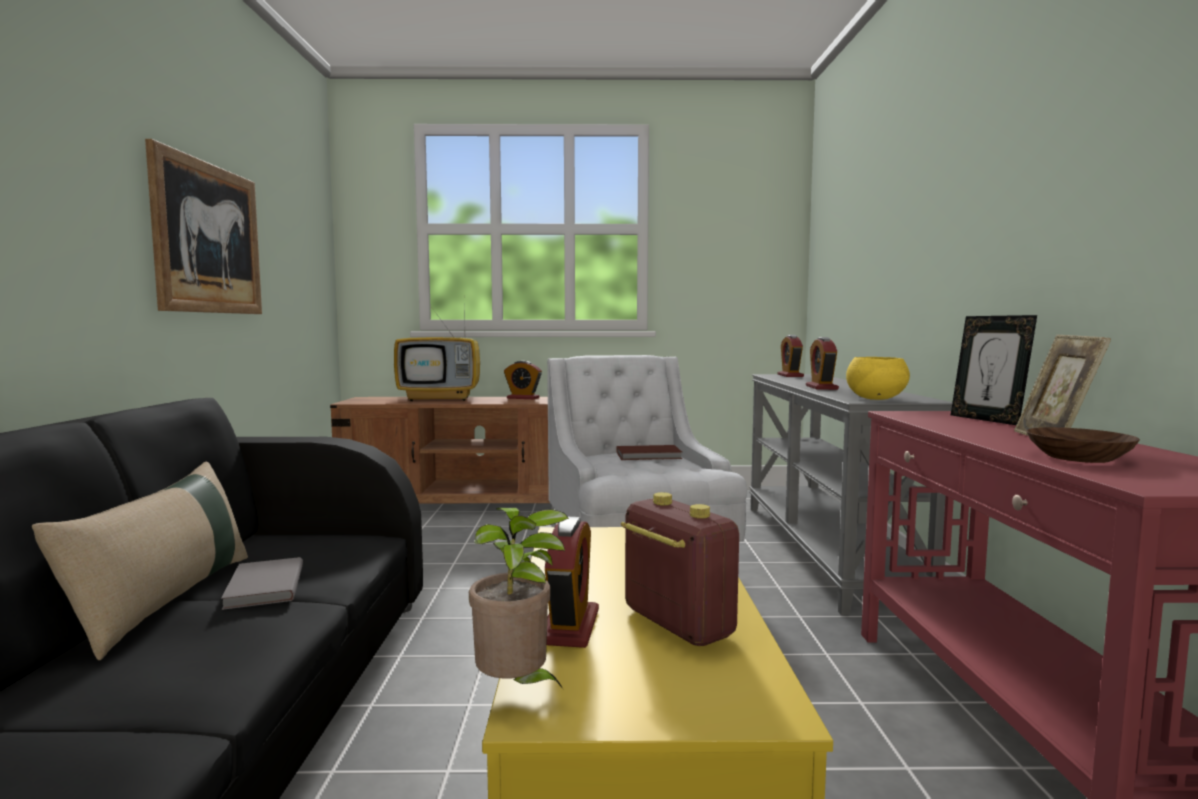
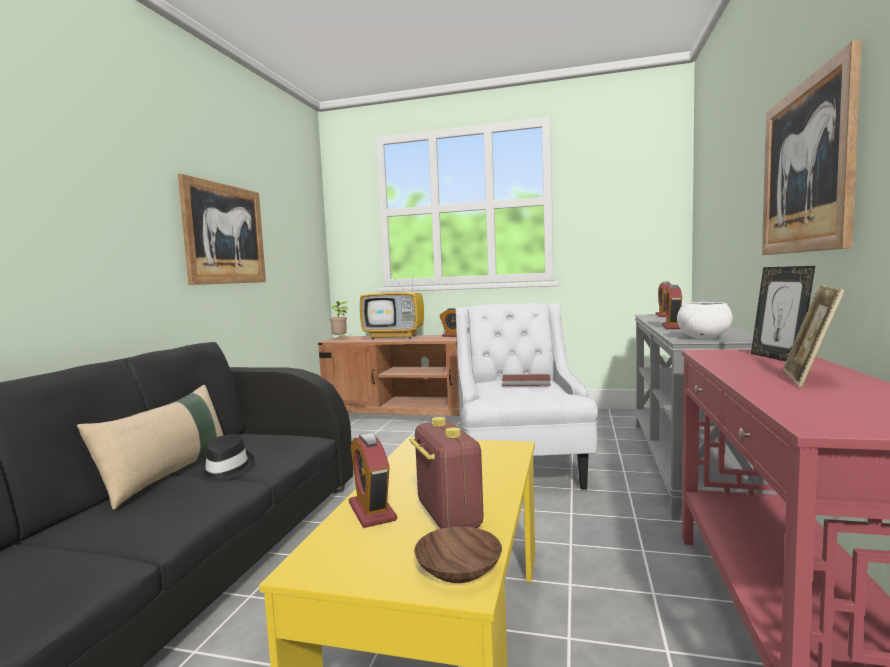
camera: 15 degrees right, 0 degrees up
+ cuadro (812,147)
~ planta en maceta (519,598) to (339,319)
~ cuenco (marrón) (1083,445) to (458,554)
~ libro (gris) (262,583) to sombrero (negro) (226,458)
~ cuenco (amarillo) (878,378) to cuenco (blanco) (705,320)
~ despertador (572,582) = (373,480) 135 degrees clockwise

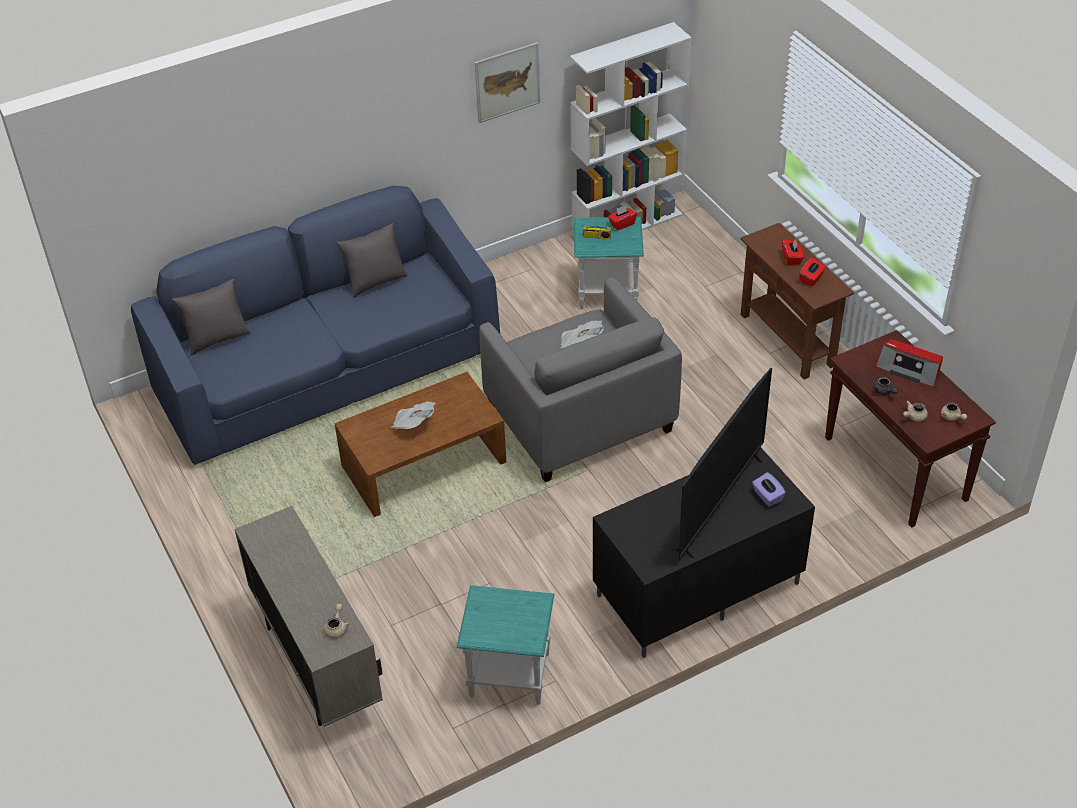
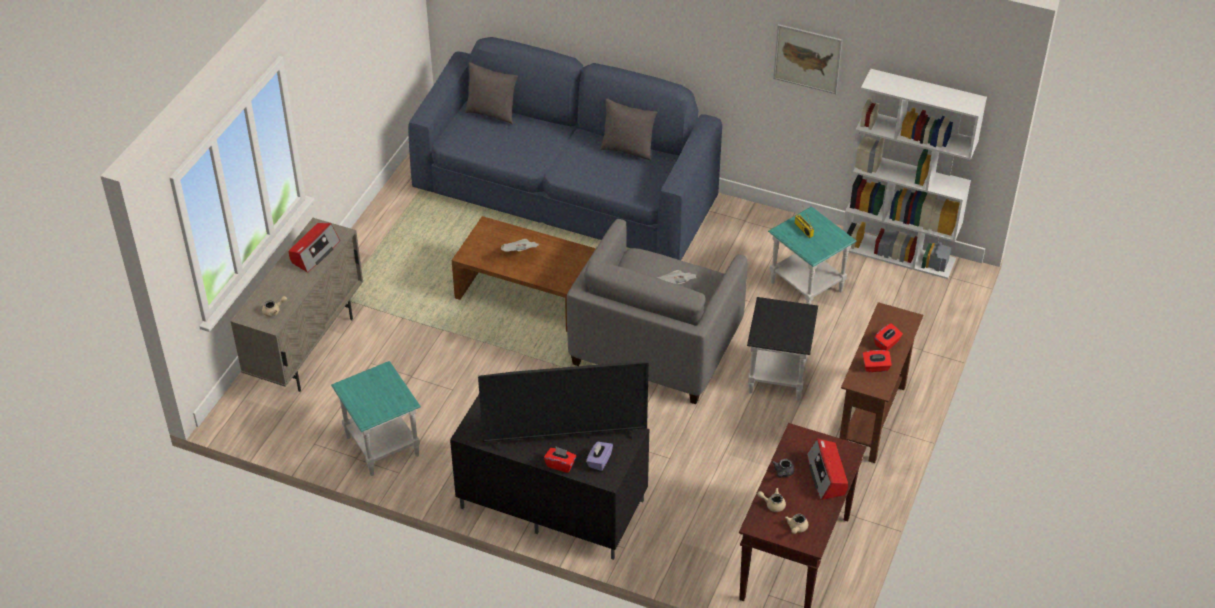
camera: 50 degrees right, 0 degrees up
+ radio (314,248)
+ mesa auxiliar (negro) (782,349)
~ caja de pañuelos (rojo) (622,218) to (560,460)

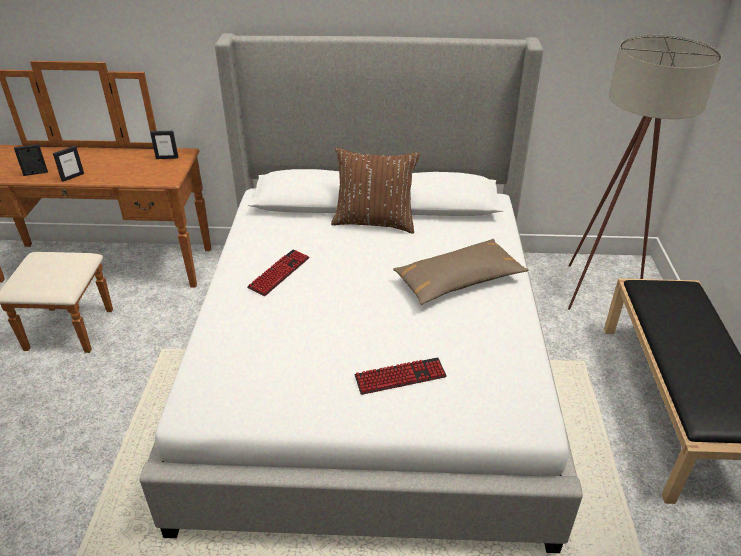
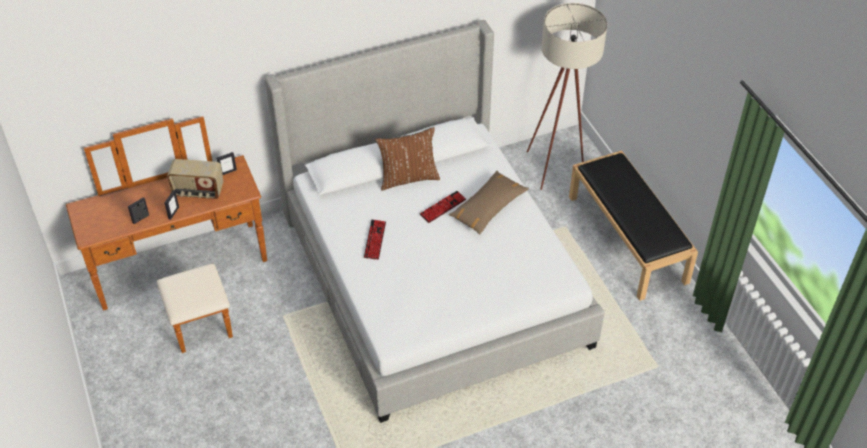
camera: 25 degrees left, 10 degrees up
+ radio (195,179)
~ teclado (400,376) to (443,207)

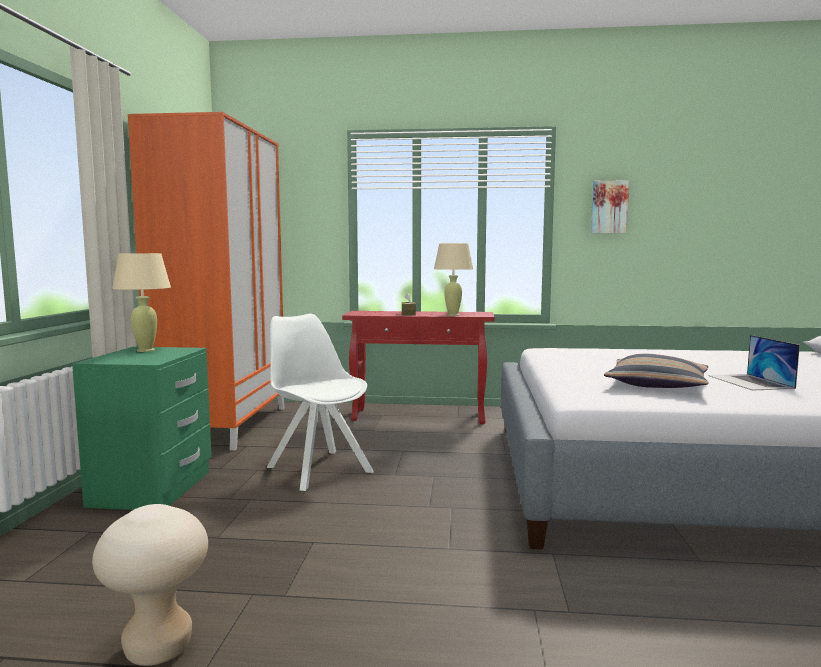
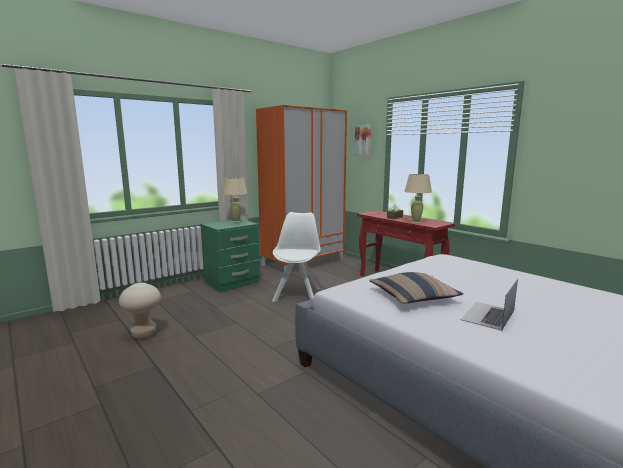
camera: 45 degrees right, 5 degrees up
~ cuadro (610,206) to (362,140)

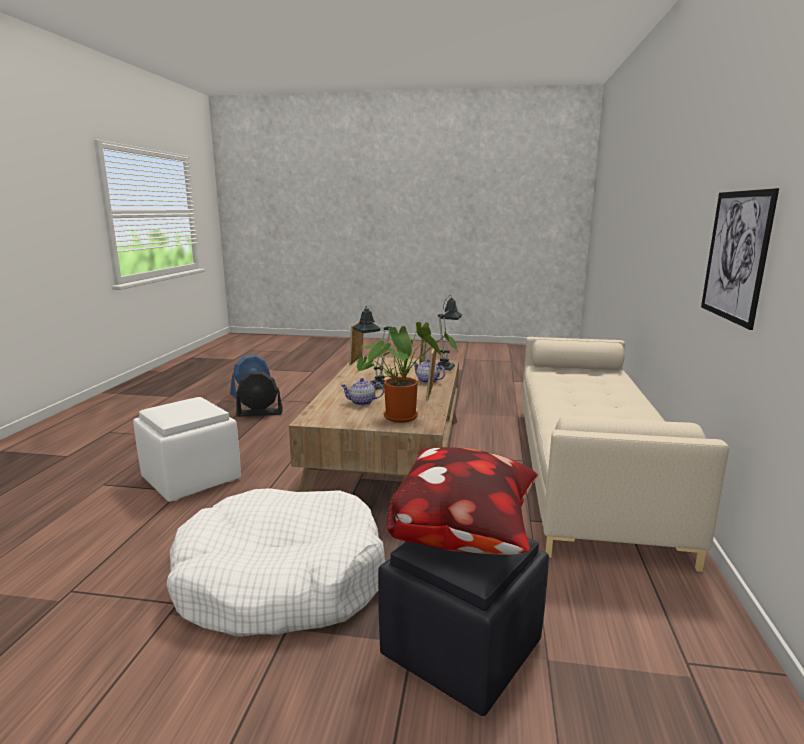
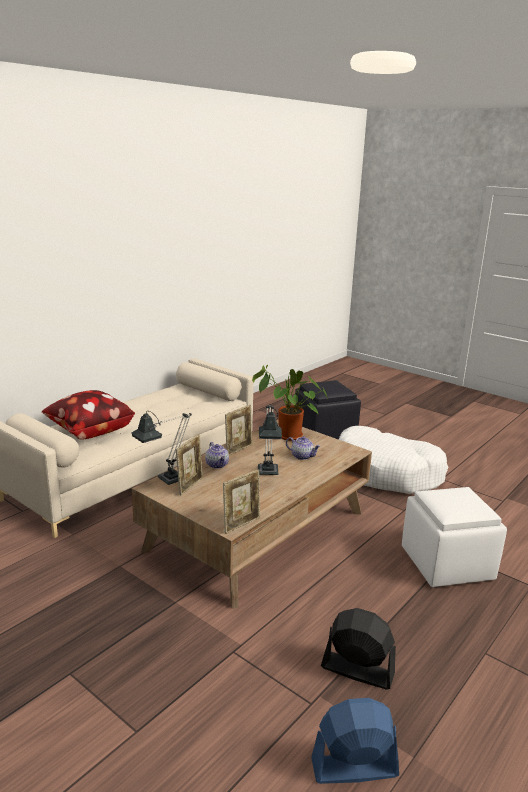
camera: 150 degrees left, 5 degrees up
- cuadro (740,259)
~ cojín (462,501) to (88,414)

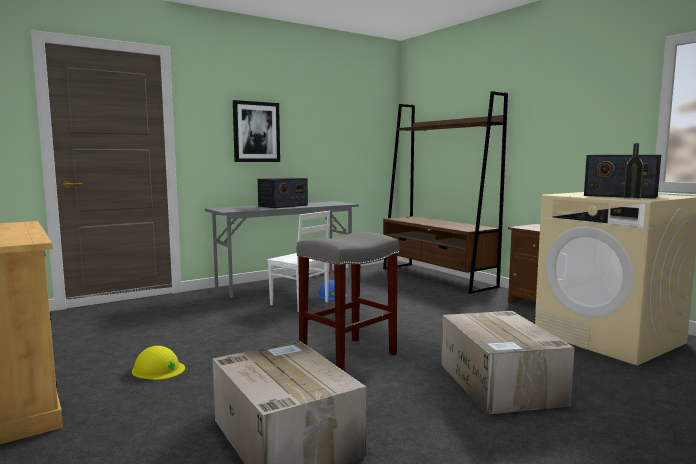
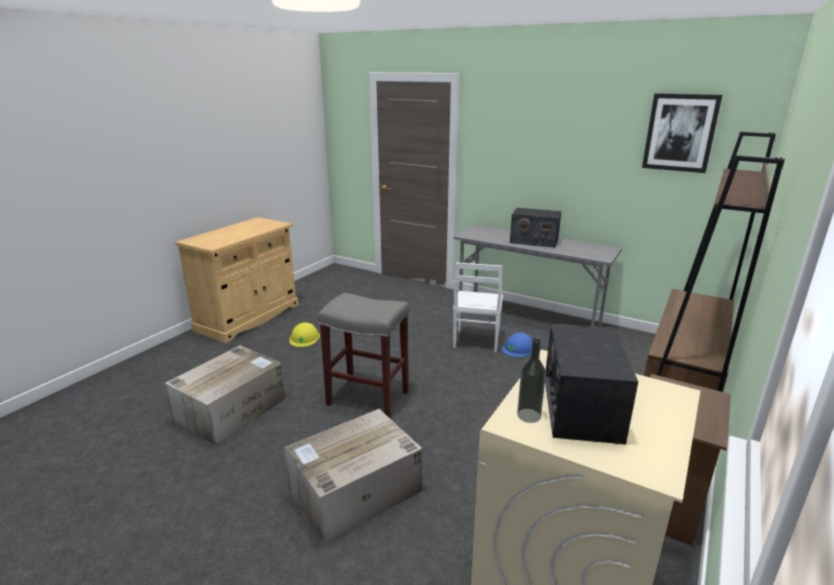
camera: 65 degrees right, 15 degrees up
~ cuadro (256,131) to (682,133)

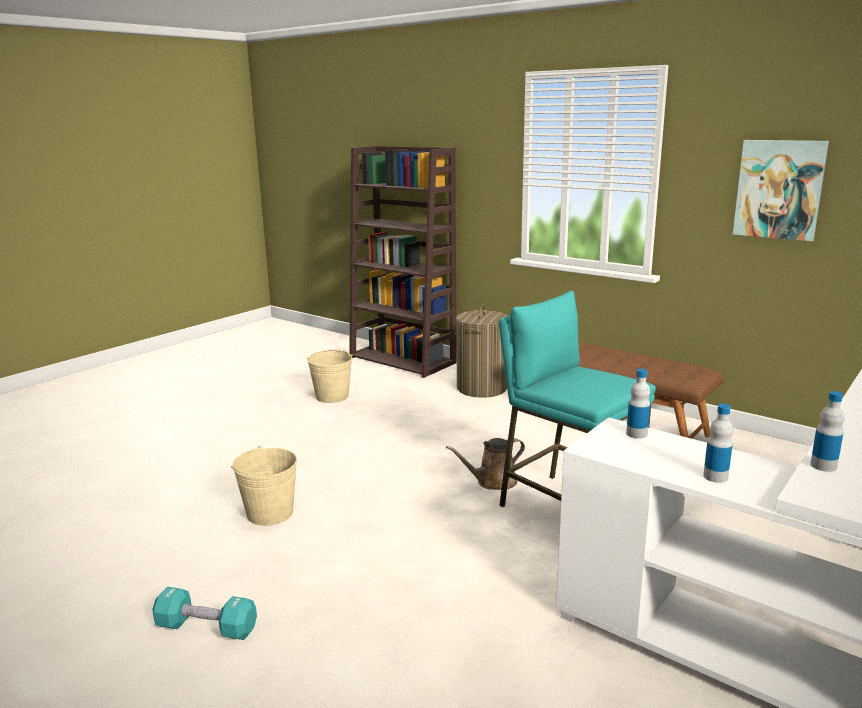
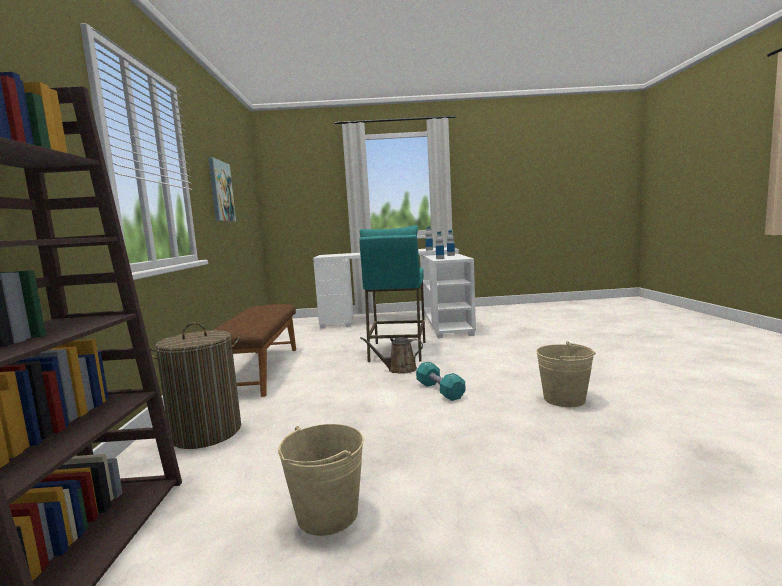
camera: 130 degrees left, 10 degrees down
~ mancuerna (turquesa) (204,613) to (441,381)
~ regadera (marrón) (485,464) = (391,355) 150 degrees clockwise

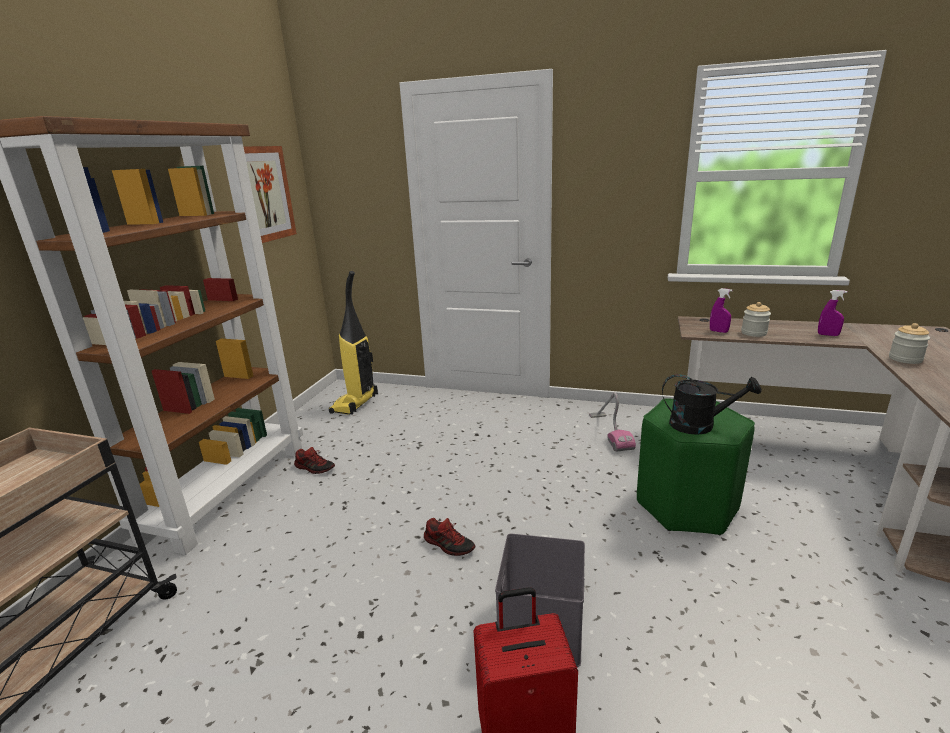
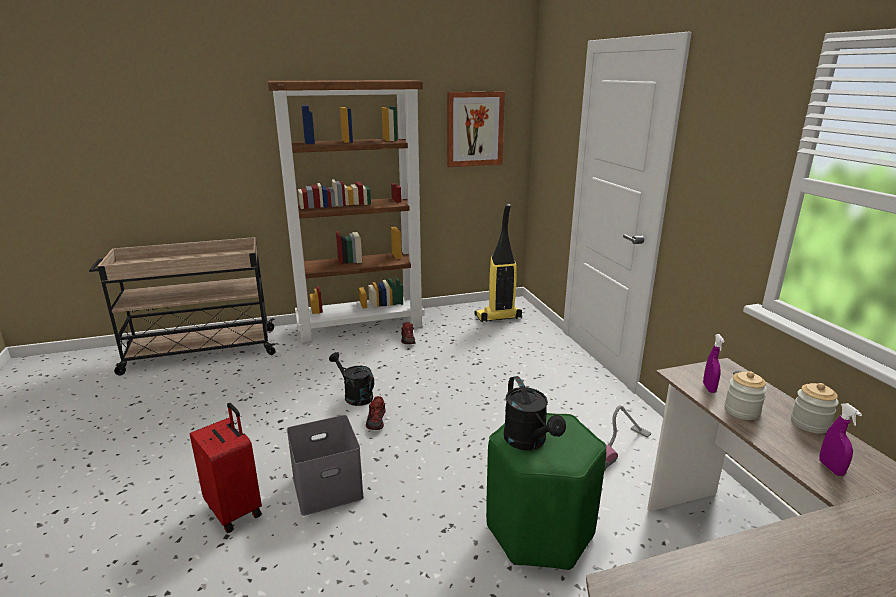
camera: 55 degrees right, 0 degrees up
+ regadera (negro) (351,379)
~ tarro (909,343) to (815,408)

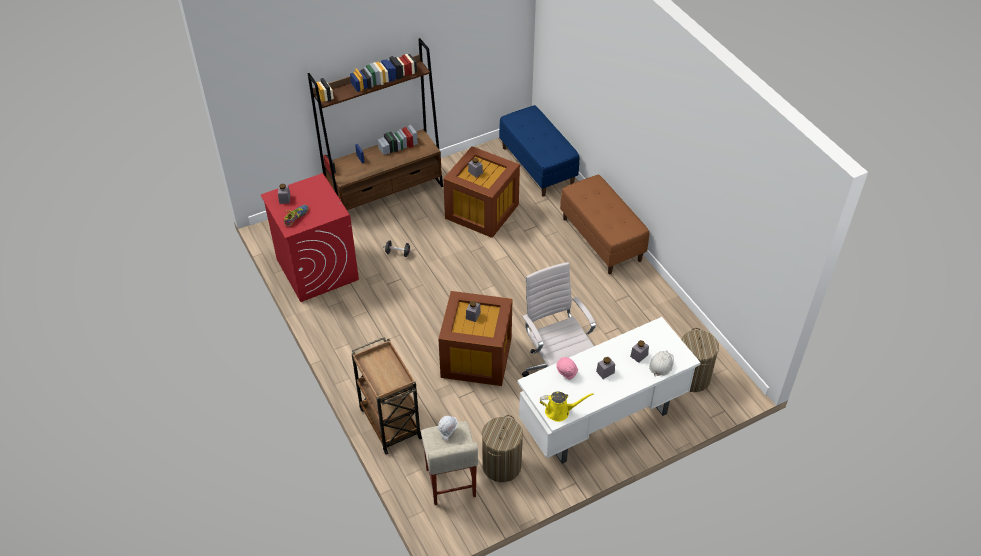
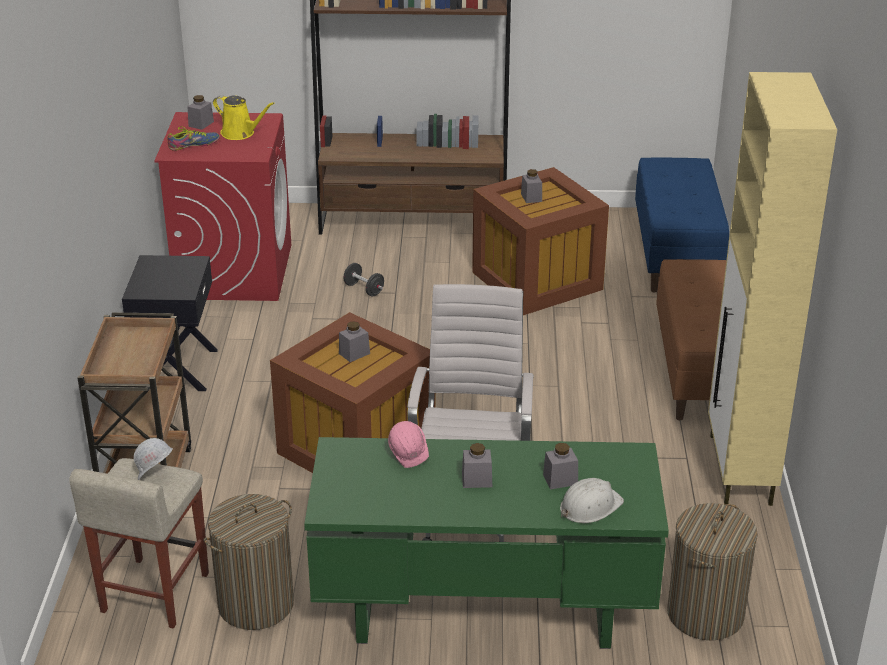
camera: 30 degrees right, 15 degrees down
+ mesita de noche (negro) (170,323)
+ armario (beis) (772,289)
~ regadera (amarillo) (567,406) to (244,117)
~ escritorio (blanco) (609,390) to escritorio (verde) (486,543)

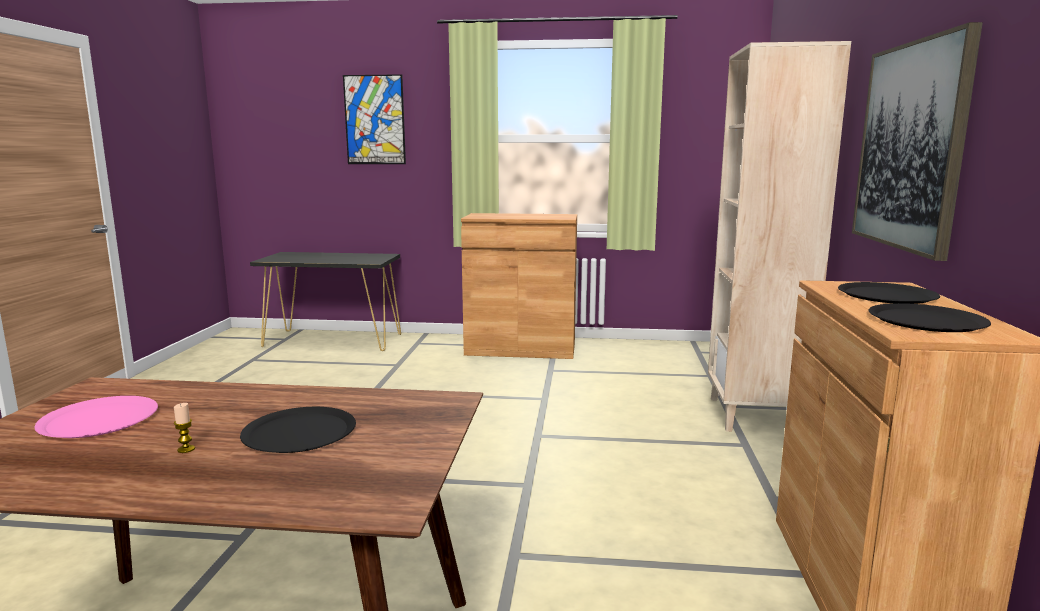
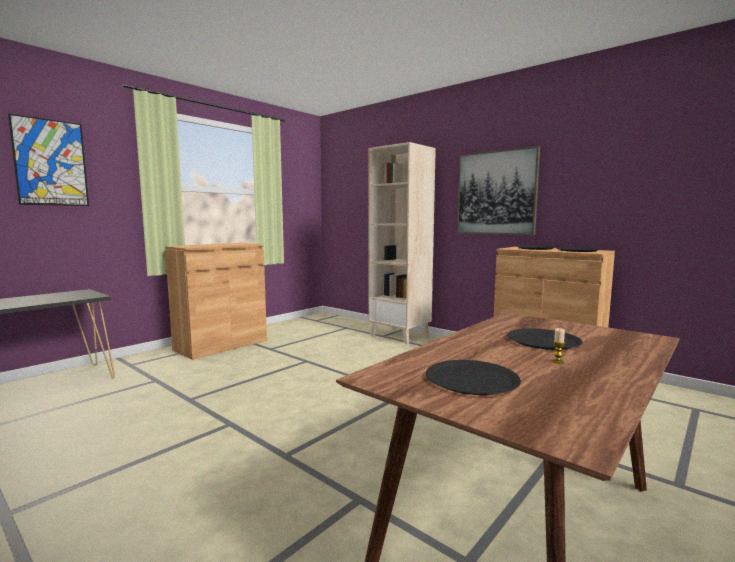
camera: 55 degrees left, 5 degrees down
~ plato (rosa) (96,417) to plato (negro) (473,377)

